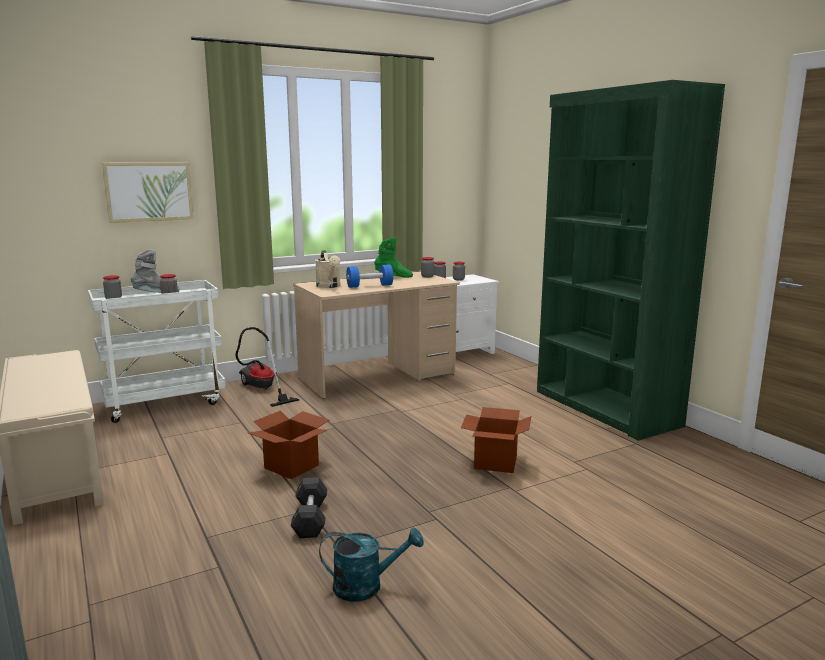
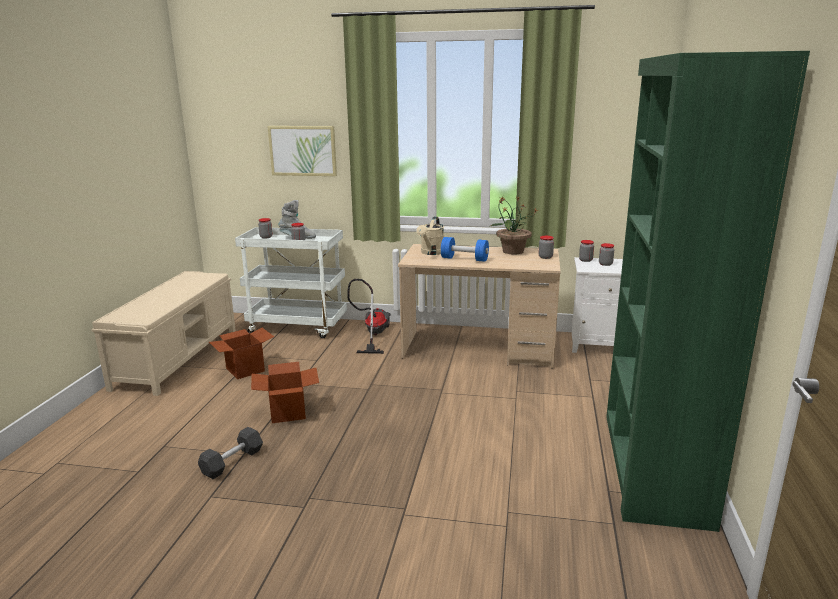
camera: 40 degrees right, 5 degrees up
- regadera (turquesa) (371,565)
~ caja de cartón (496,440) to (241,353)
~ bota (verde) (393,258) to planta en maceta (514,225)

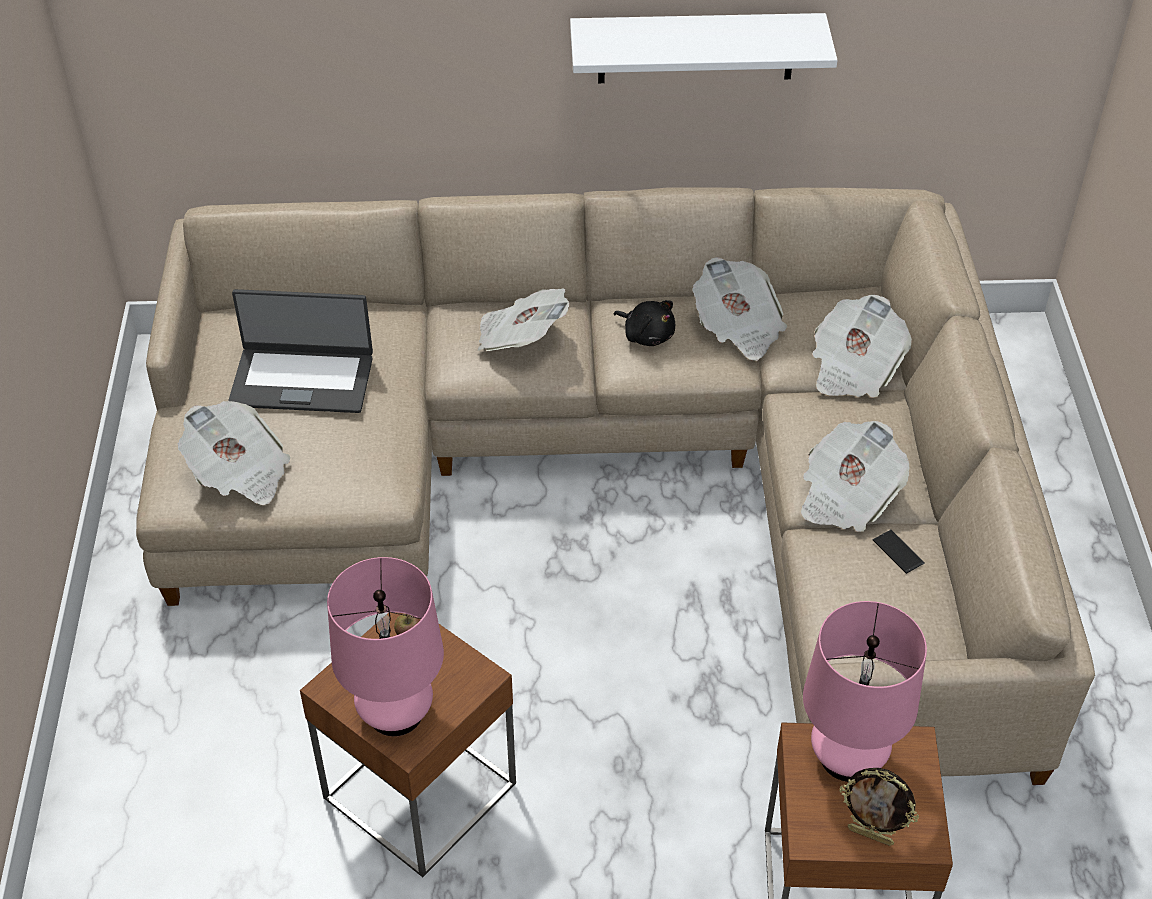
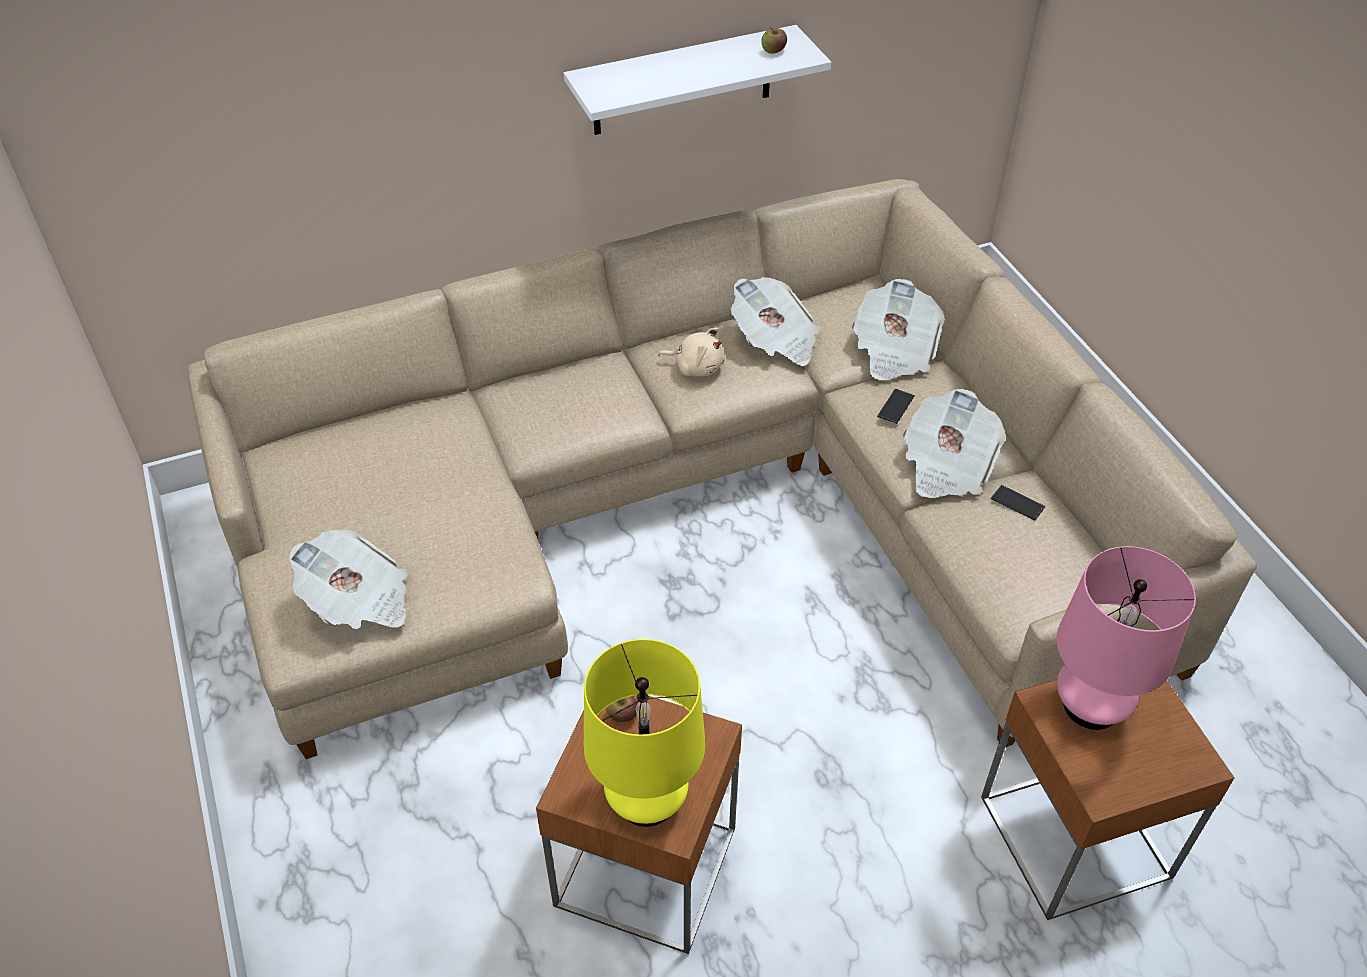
camera: 20 degrees left, 0 degrees up
- portátil (300,351)
- periódico (523,319)
- portarretratos (879,807)
+ manzana (774,41)
+ móvil (896,406)
~ lámpara de mesa (rosa) (385,646) to lámpara de mesa (amarillo) (644,733)
~ peluche (negro) (644,323) to peluche (beis) (691,352)

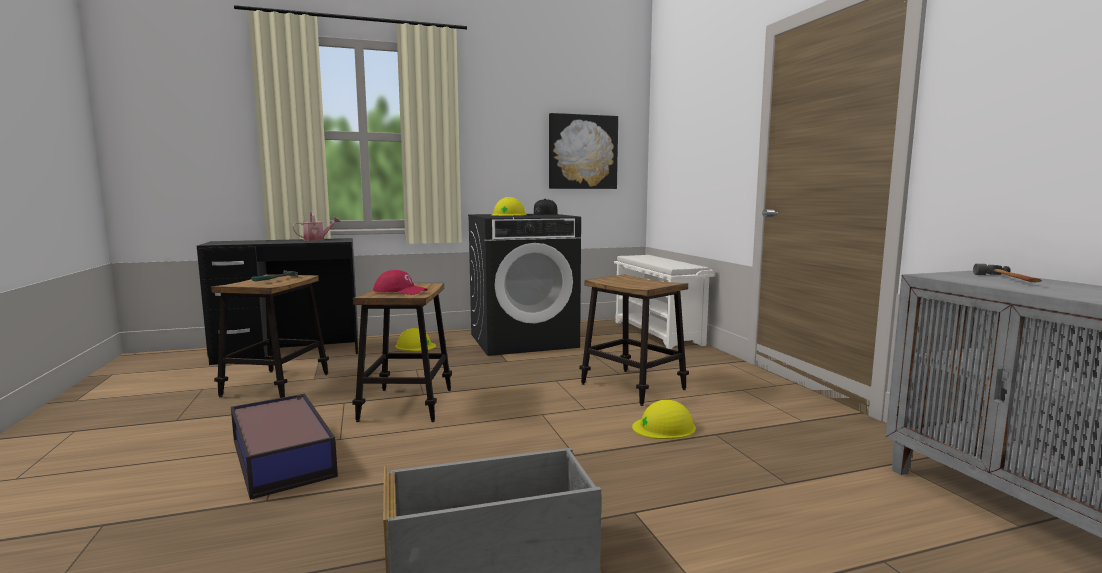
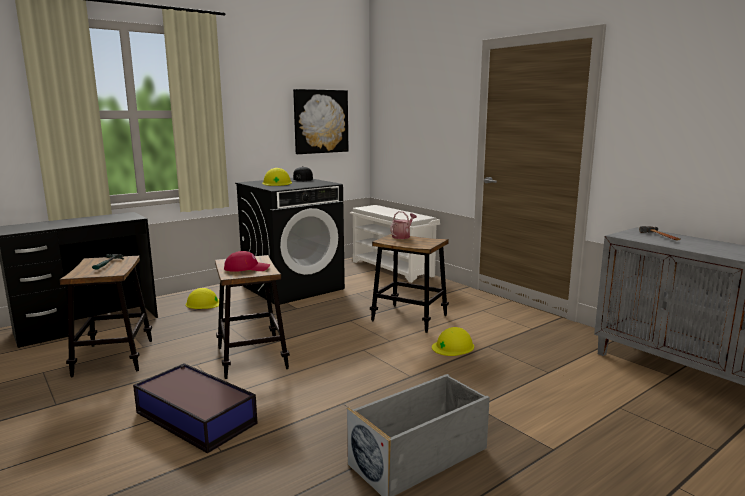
camera: 20 degrees left, 5 degrees up
~ regadera (316,226) to (403,225)

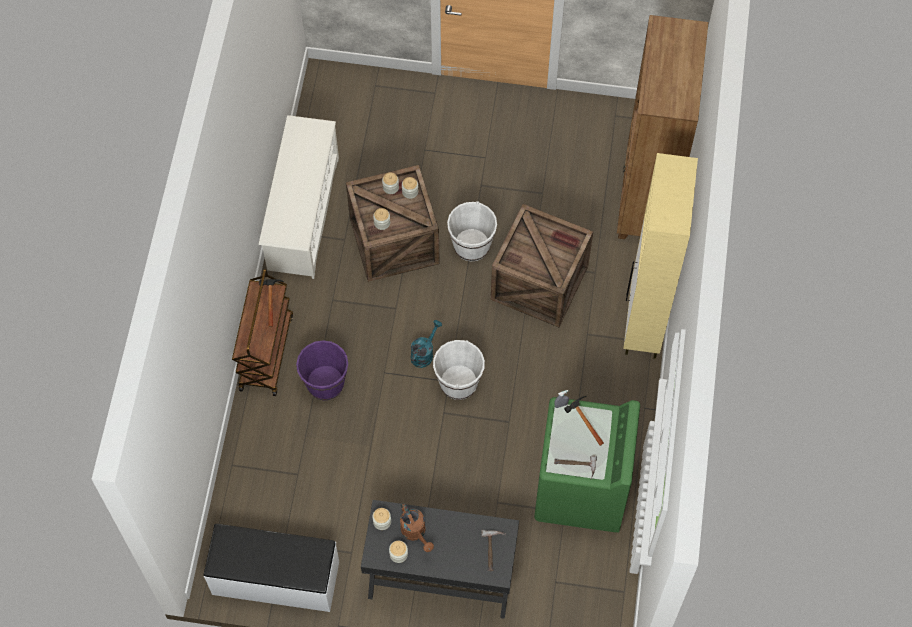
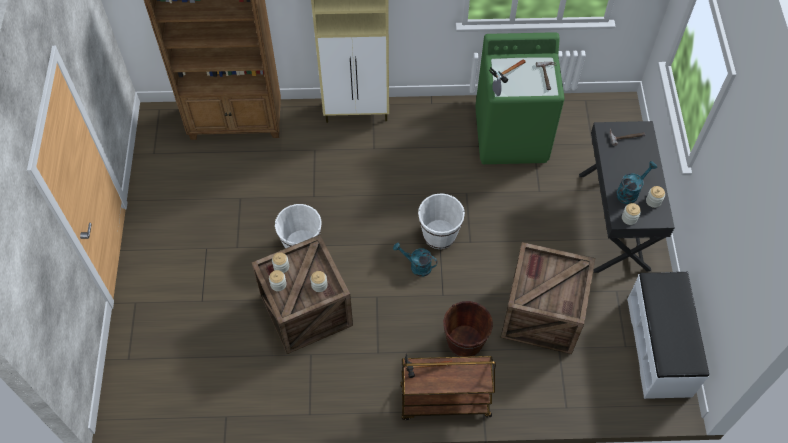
camera: 100 degrees left, 5 degrees down
- zapatero (blanco) (299,197)
~ caja de embalaje (542,265) to (548,298)
~ cubo (morado) (322,370) to cubo (marrón) (468,329)
~ regadera (marrón) (417,527) to regadera (turquesa) (636,182)

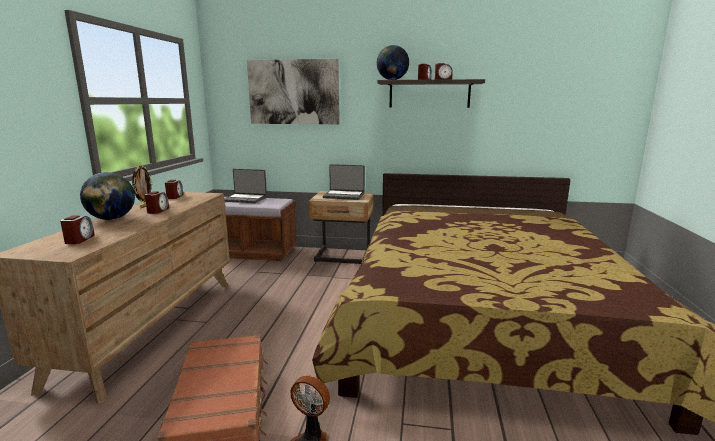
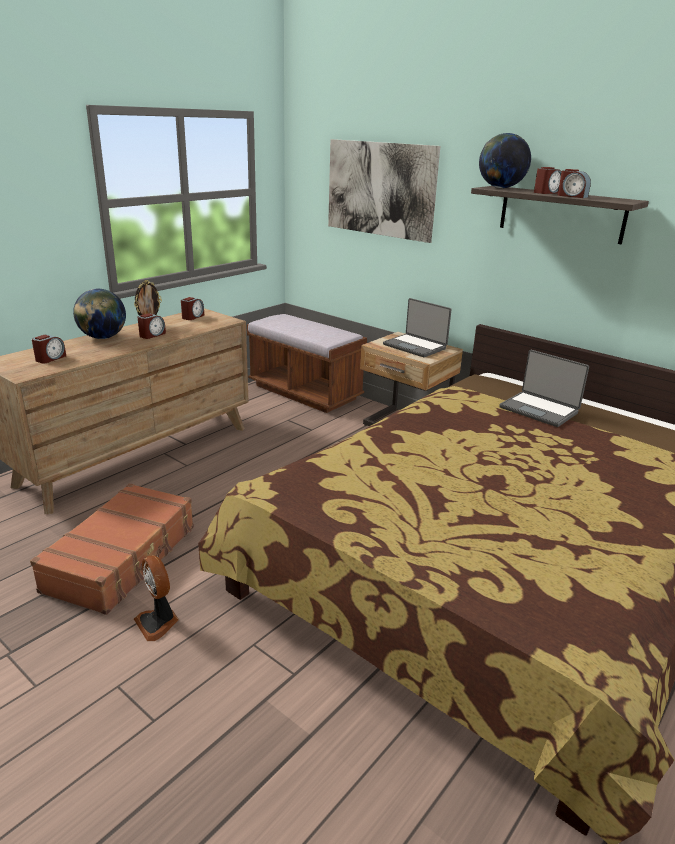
camera: 30 degrees right, 10 degrees up
~ portátil (245,186) to (544,388)

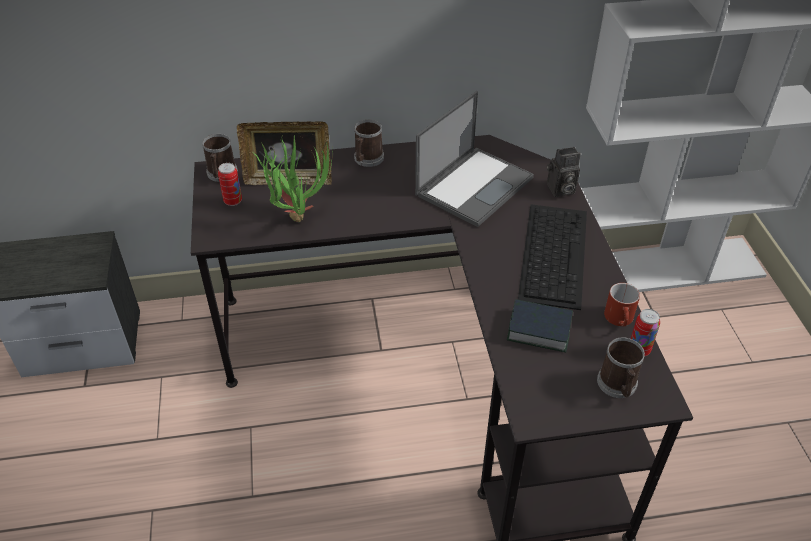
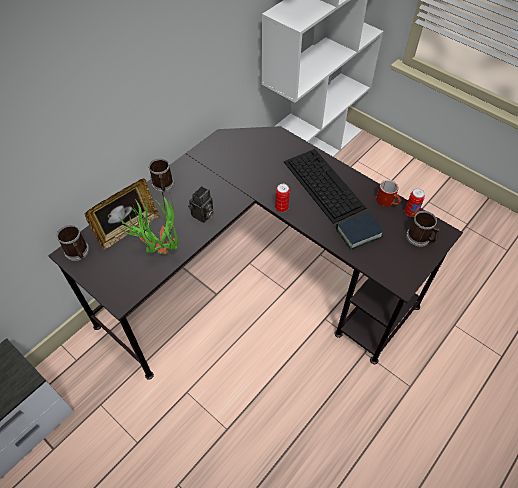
camera: 40 degrees left, 10 degrees up
- portátil (474,159)
~ lata (230,184) to (282,198)
~ cámara (564,172) to (201,204)

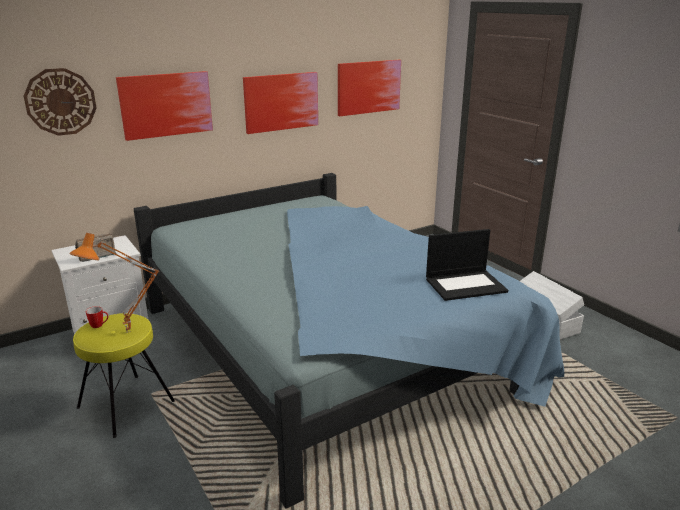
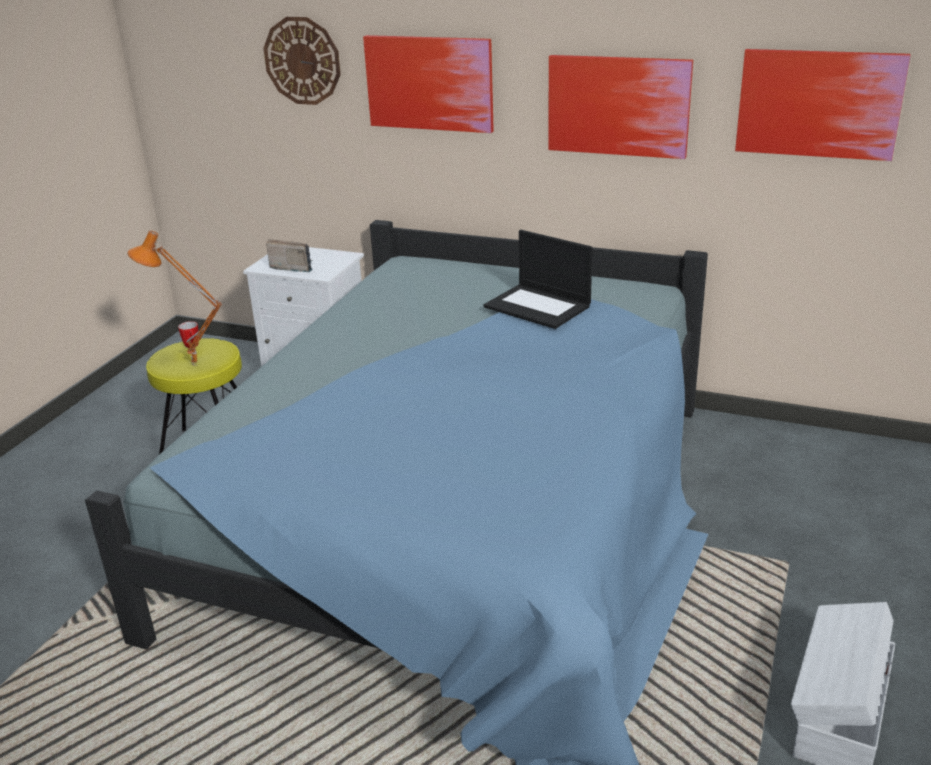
camera: 55 degrees right, 5 degrees up
~ portátil (467,265) to (538,279)

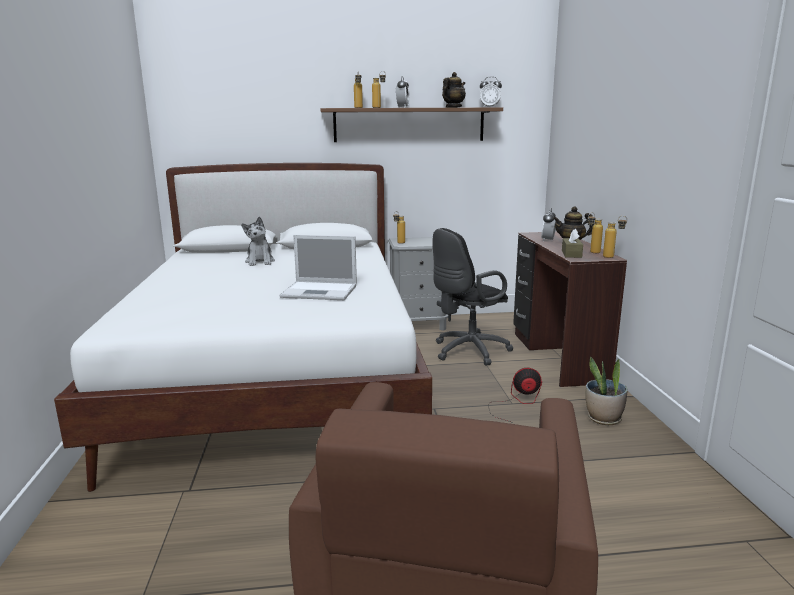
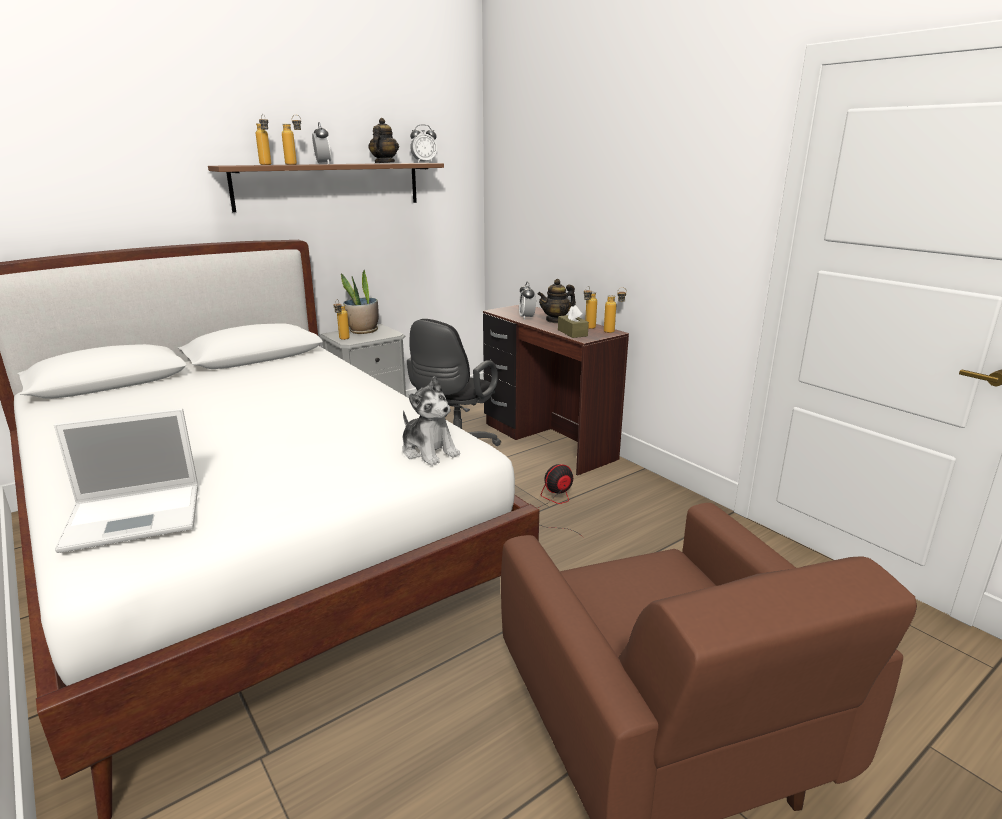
camera: 30 degrees left, 5 degrees up
~ peluche (258,241) to (431,421)
~ portátil (318,267) to (126,480)
~ planta en maceta (607,391) to (360,301)

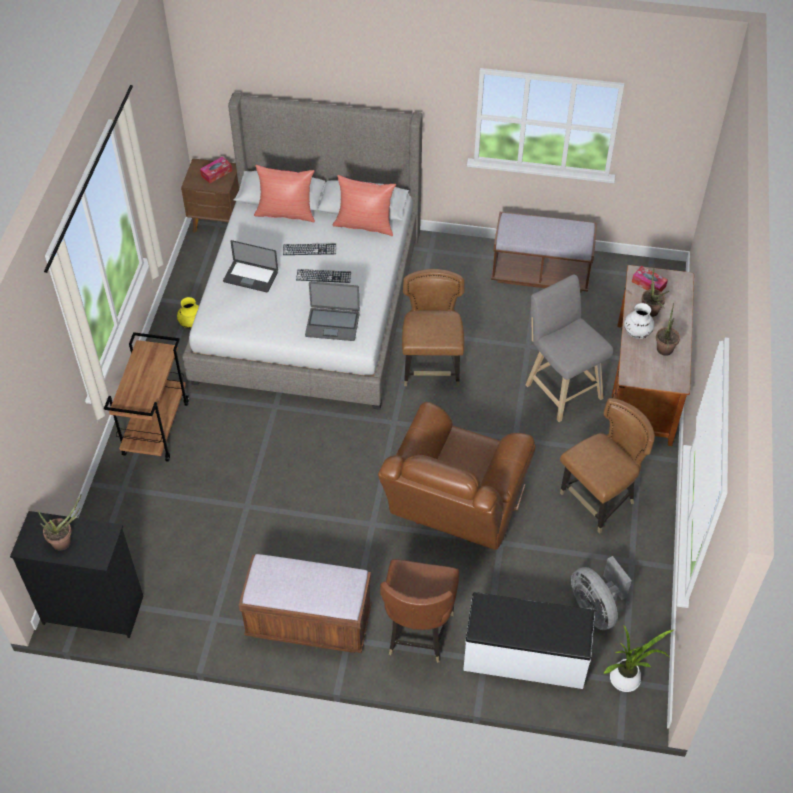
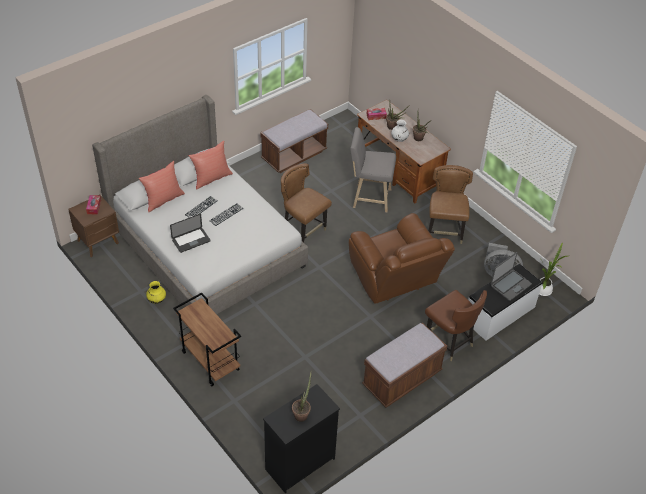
camera: 50 degrees left, 5 degrees down
~ portátil (332,311) to (511,276)

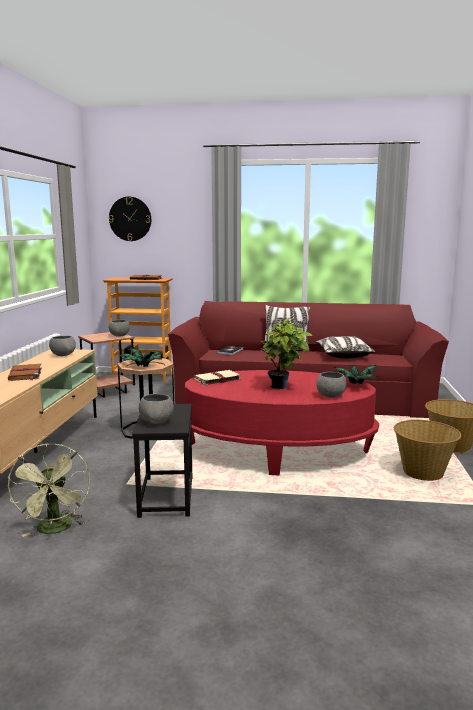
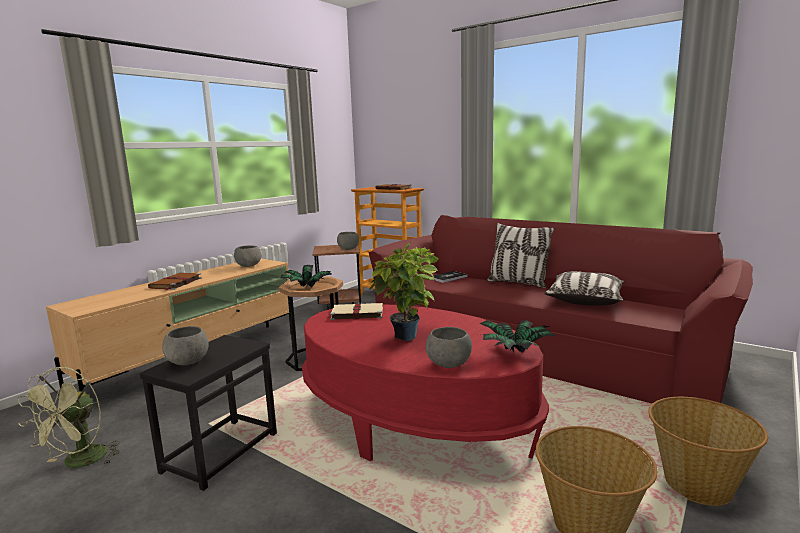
camera: 30 degrees right, 0 degrees up
- reloj de pared (130,219)

